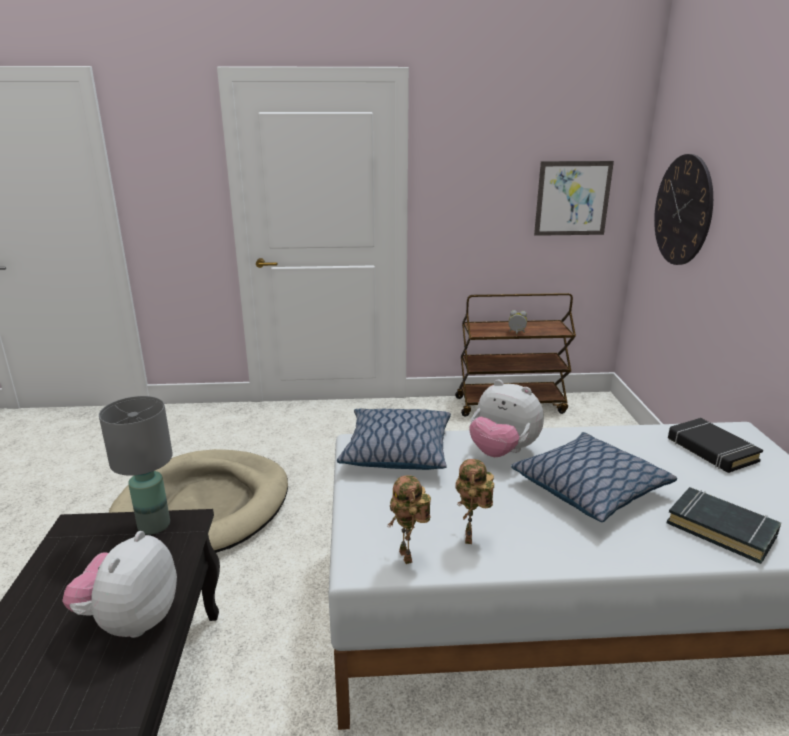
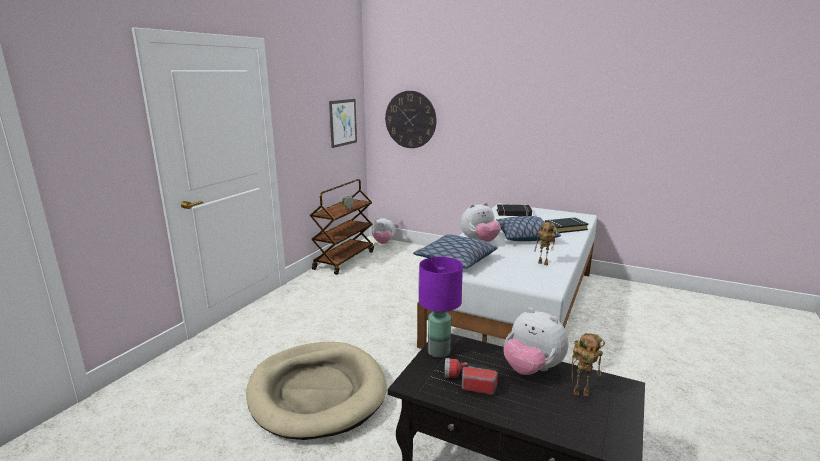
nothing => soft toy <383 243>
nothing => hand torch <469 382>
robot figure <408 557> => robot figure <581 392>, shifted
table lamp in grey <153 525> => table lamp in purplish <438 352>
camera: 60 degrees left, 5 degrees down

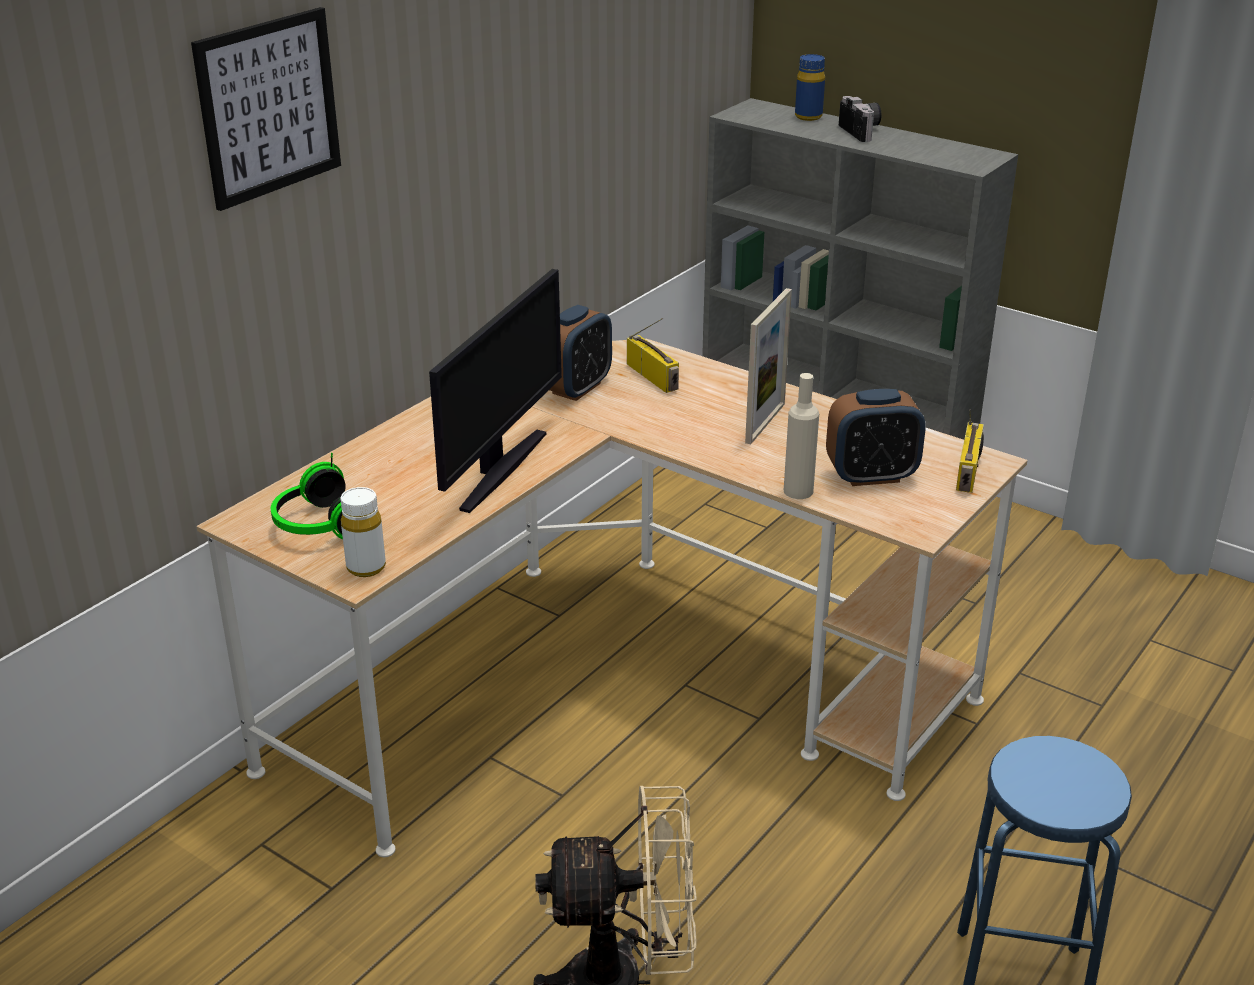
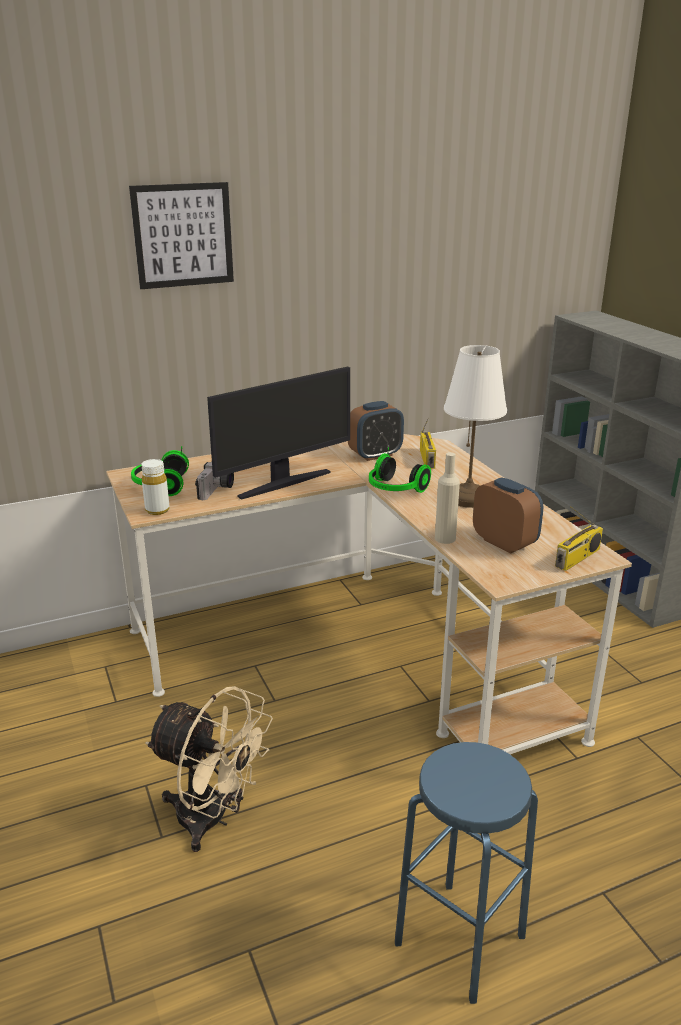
bottle in blue-coloured <808 117> => nothing
nothing => pair of headphones <395 490>
still camera <863 131> => still camera <217 490>, shifted
photo frame <765 423> => table lamp in white-coloured <468 498>
alarm clock <871 476> => alarm clock <504 543>, 150 degrees counterclockwise
camera: 30 degrees right, 5 degrees down

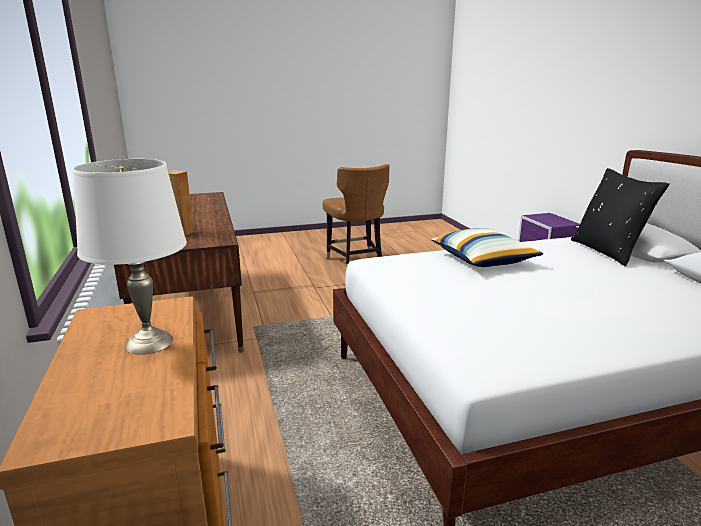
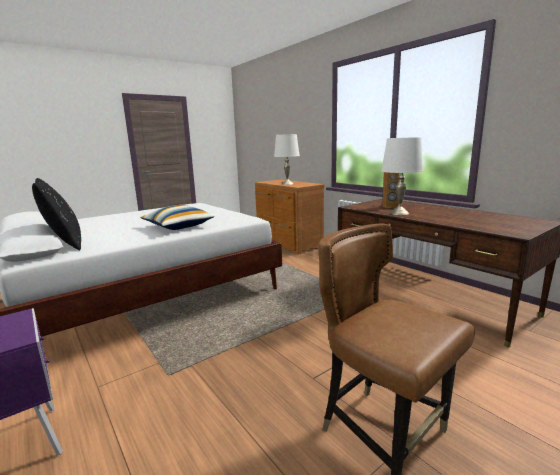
nothing => table lamp in white-coloured <398 213>
camera: 160 degrees right, 5 degrees down

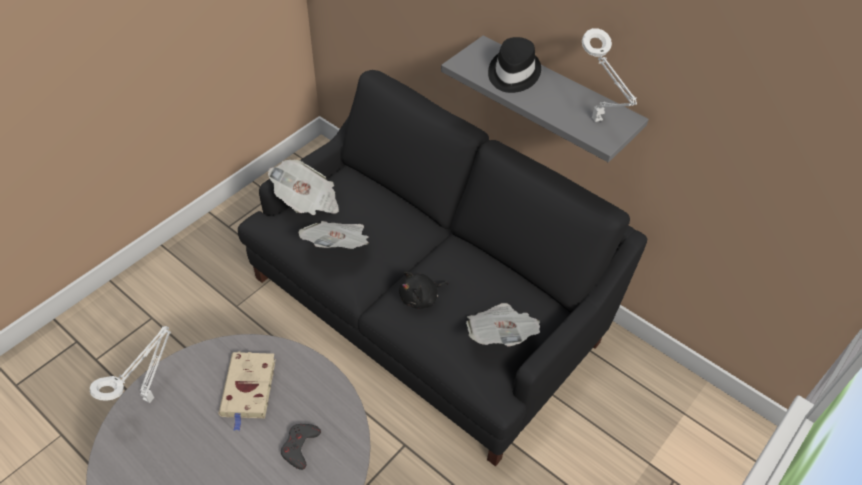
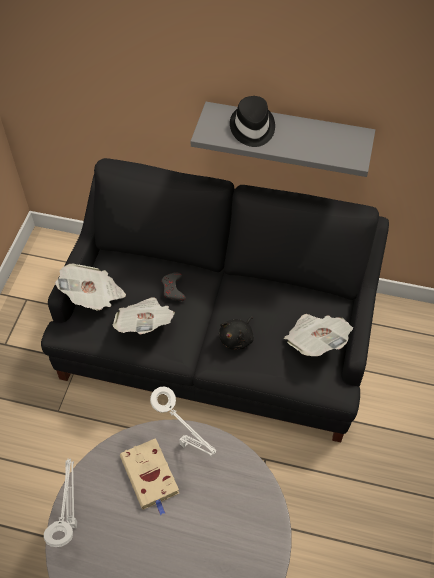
gamepad in grey <300 447> => gamepad in grey <173 289>, shifted
table lamp in white-coloured <598 122> => table lamp in white-coloured <186 446>, shifted
camera: 25 degrees left, 5 degrees up

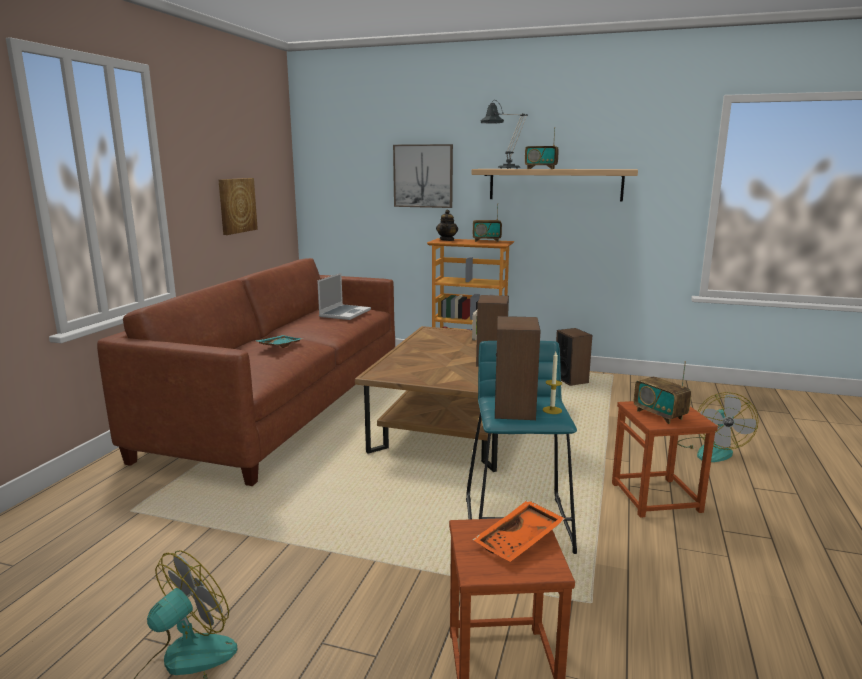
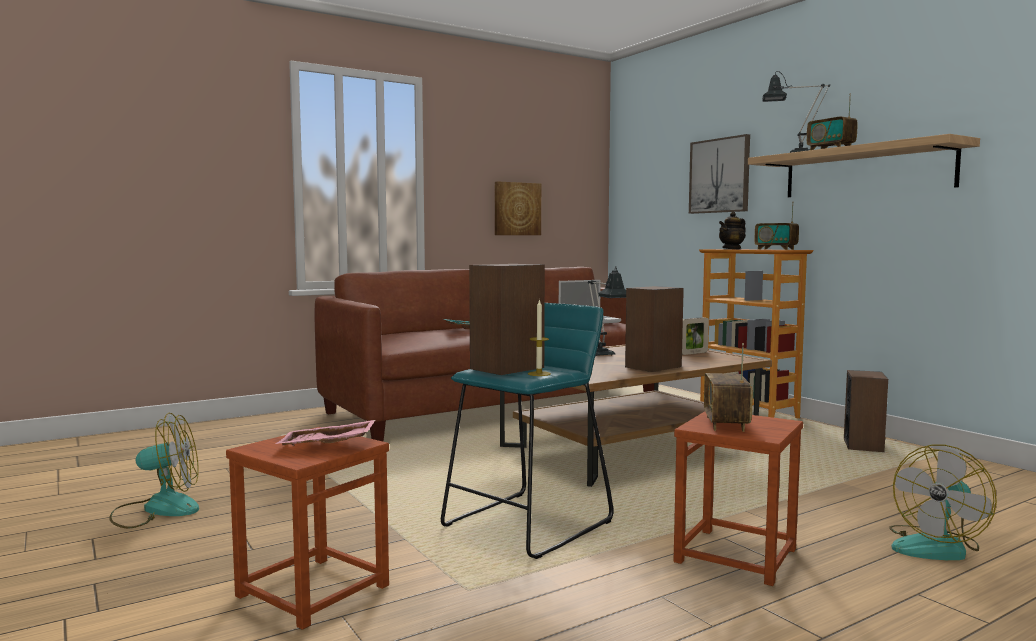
nothing => table lamp <603 355>
carrying tray in orangey <520 541> => carrying tray in pink-coloured <327 445>
camera: 40 degrees right, 10 degrees down

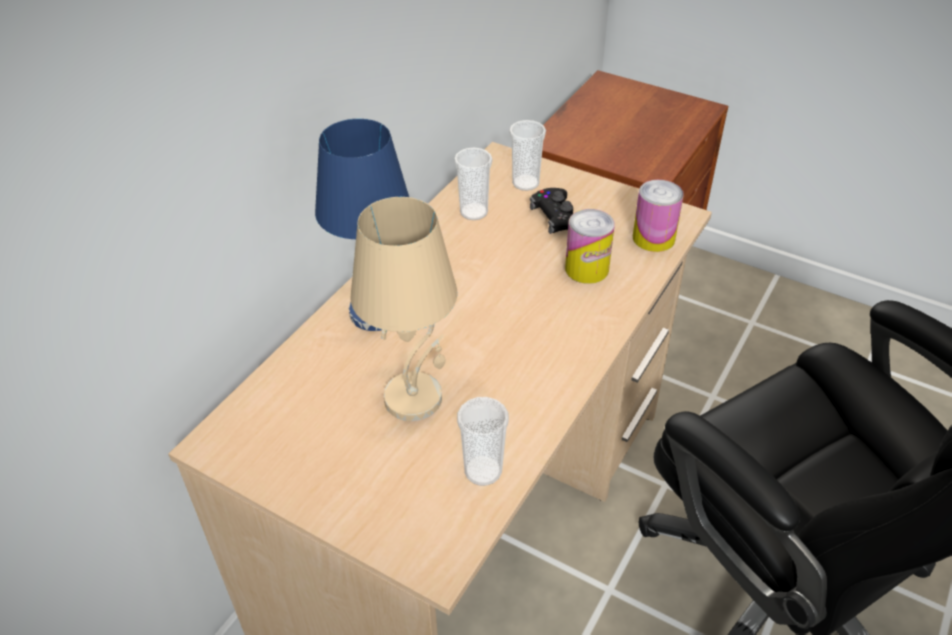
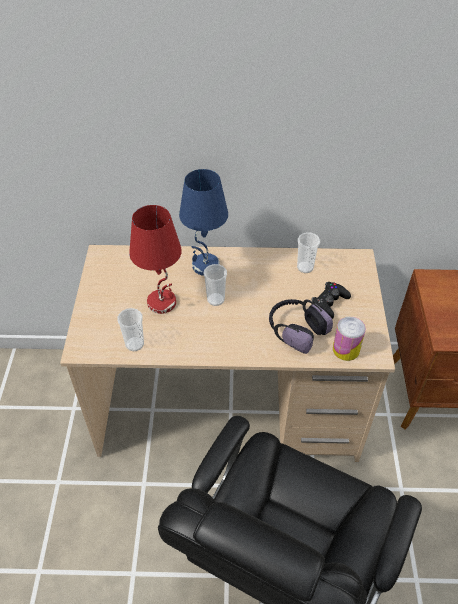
drinking cup <525 183> => drinking cup <216 299>, shifted
metal can <586 269> => pair of headphones <296 330>
table lamp in beige-coloured <414 397> => table lamp in red <162 302>
camera: 60 degrees right, 5 degrees up

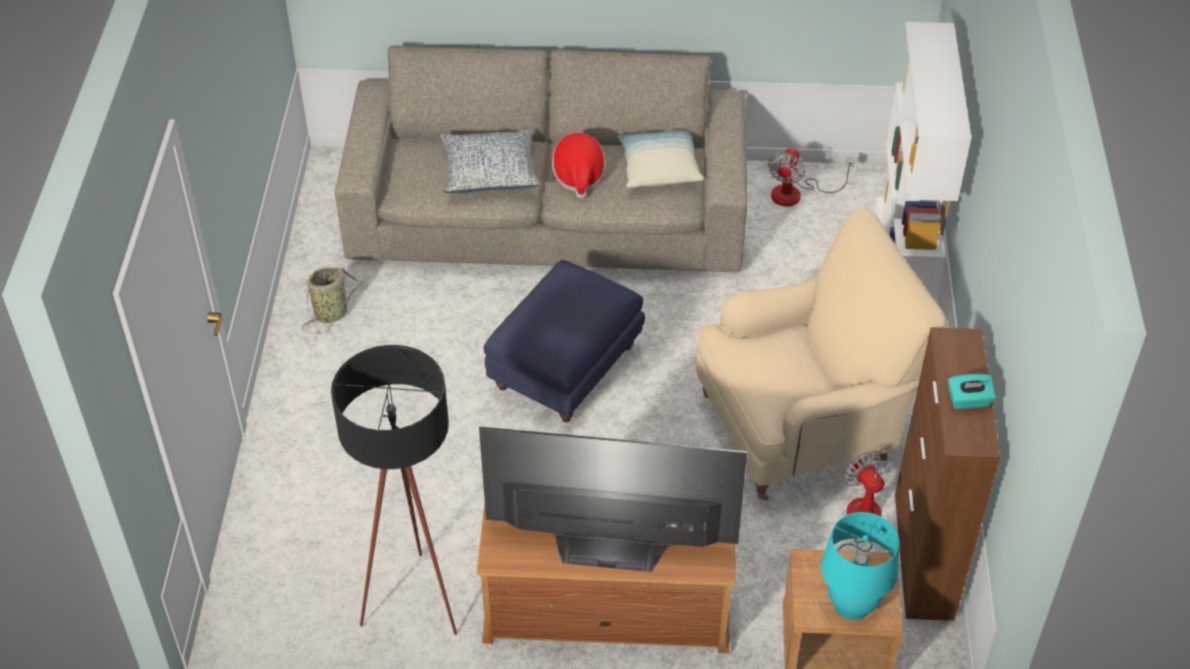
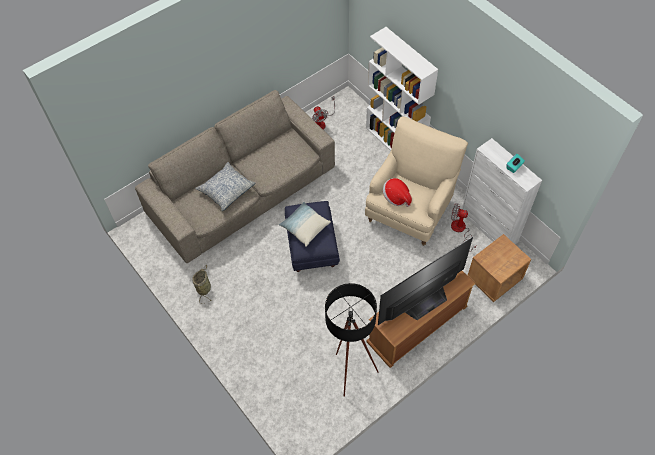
table lamp in blue-green <852 604> => nothing
wearable hat <578 176> => wearable hat <396 197>, shifted
throw pillow <659 168> => throw pillow <305 227>, shifted
storage cabinet in brown-coloured <923 556> => storage cabinet in white-coloured <489 227>
camera: 40 degrees left, 10 degrees up

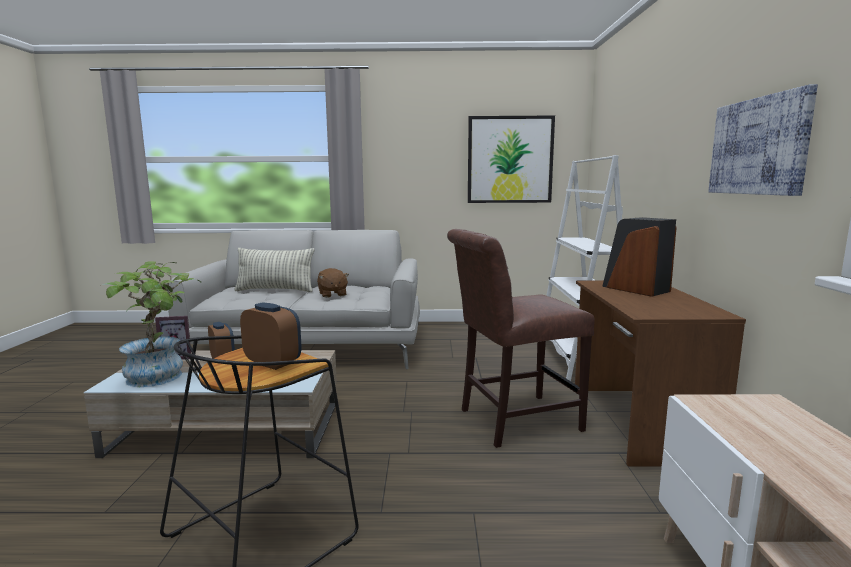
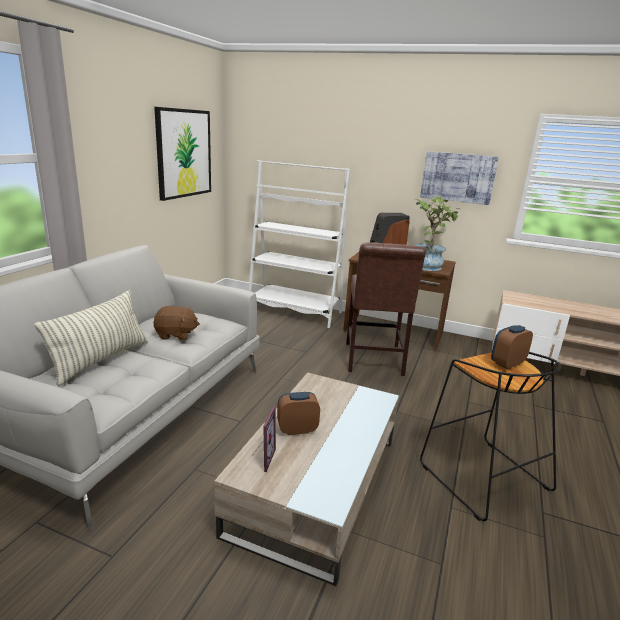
potted plant <161 377> => potted plant <428 265>, shifted
camera: 70 degrees left, 10 degrees up

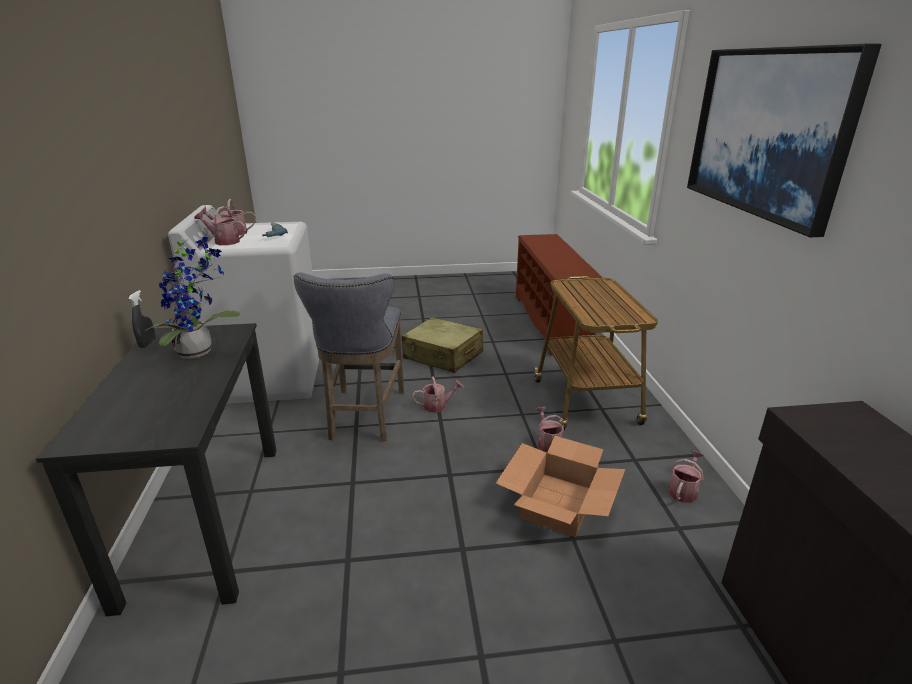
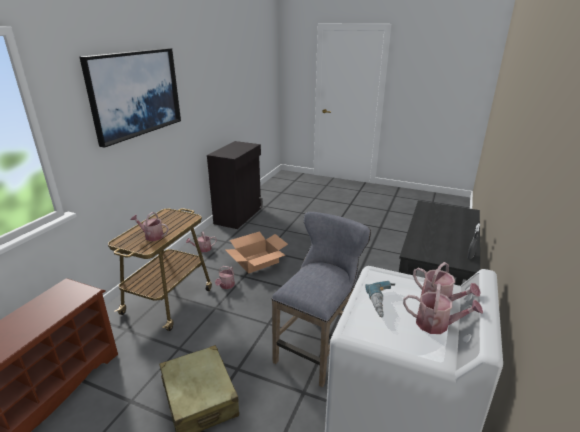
potted plant <200 351> => nothing
watering pot <437 406> => watering pot <152 236>, shifted
camera: 150 degrees left, 0 degrees up

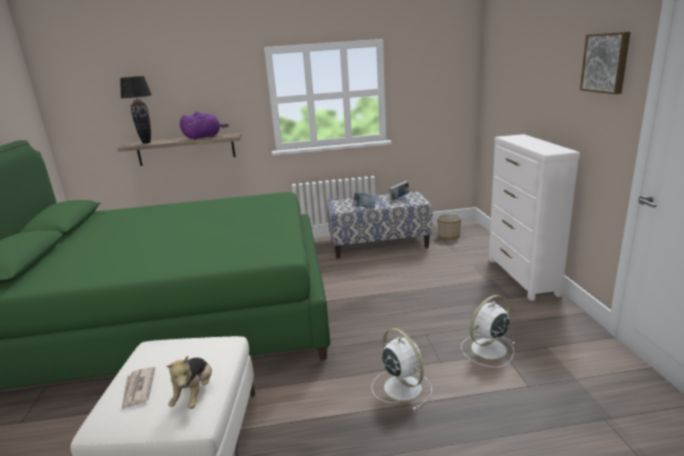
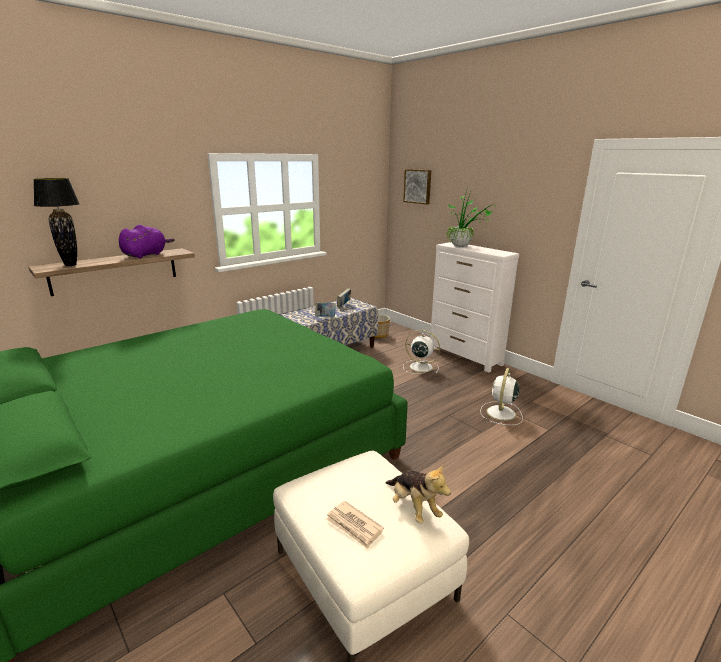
nothing => potted plant <464 247>
fan in white-coloured <401 387> => fan in white-coloured <420 367>, shifted
wall art <606 62> => wall art <418 186>, shifted
camera: 35 degrees left, 0 degrees up

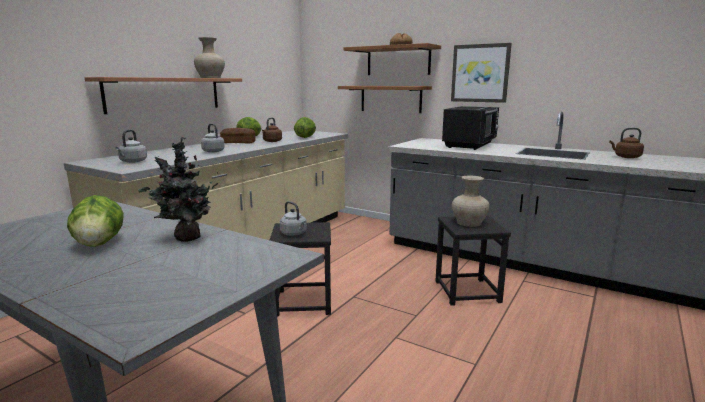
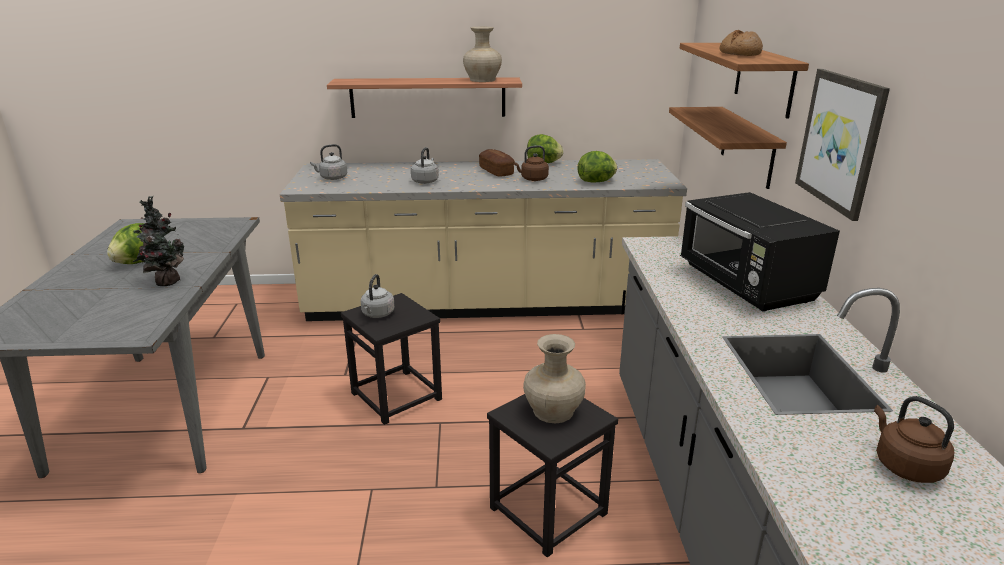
microwave oven in blackish <470 145> => microwave oven in blackish <746 285>, 75 degrees clockwise
camera: 55 degrees right, 10 degrees up

